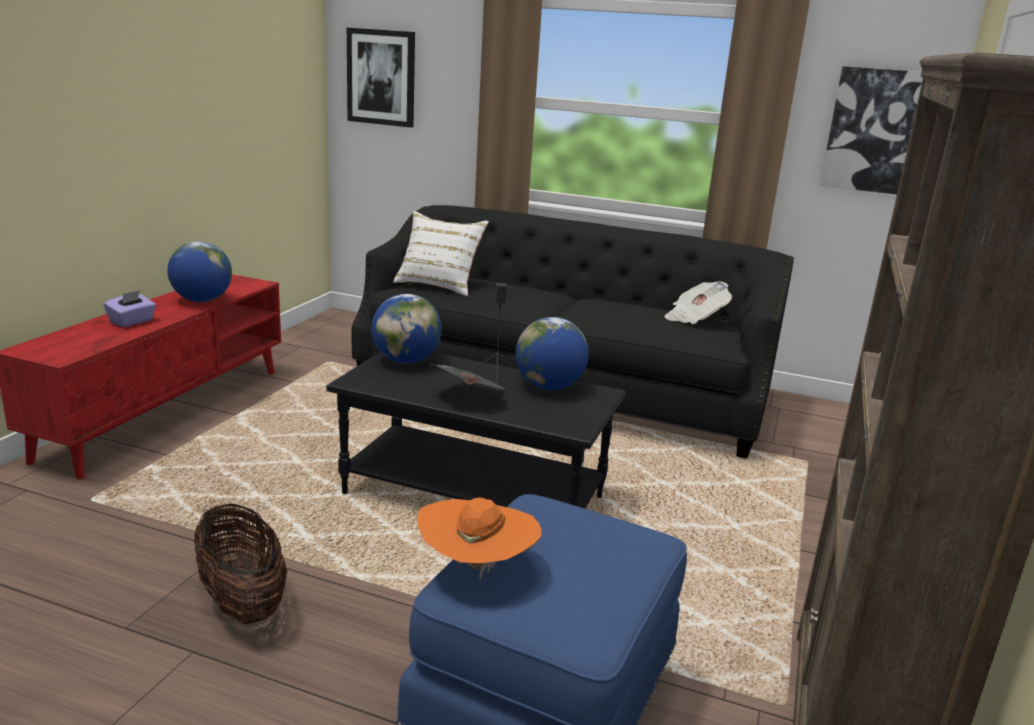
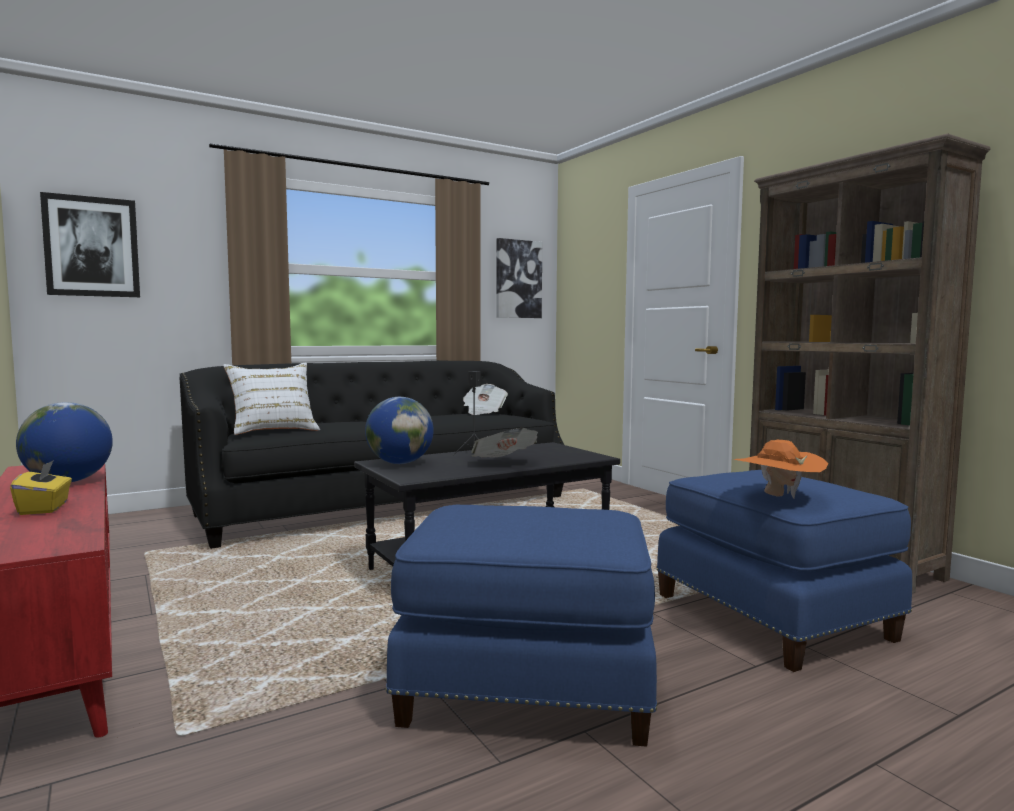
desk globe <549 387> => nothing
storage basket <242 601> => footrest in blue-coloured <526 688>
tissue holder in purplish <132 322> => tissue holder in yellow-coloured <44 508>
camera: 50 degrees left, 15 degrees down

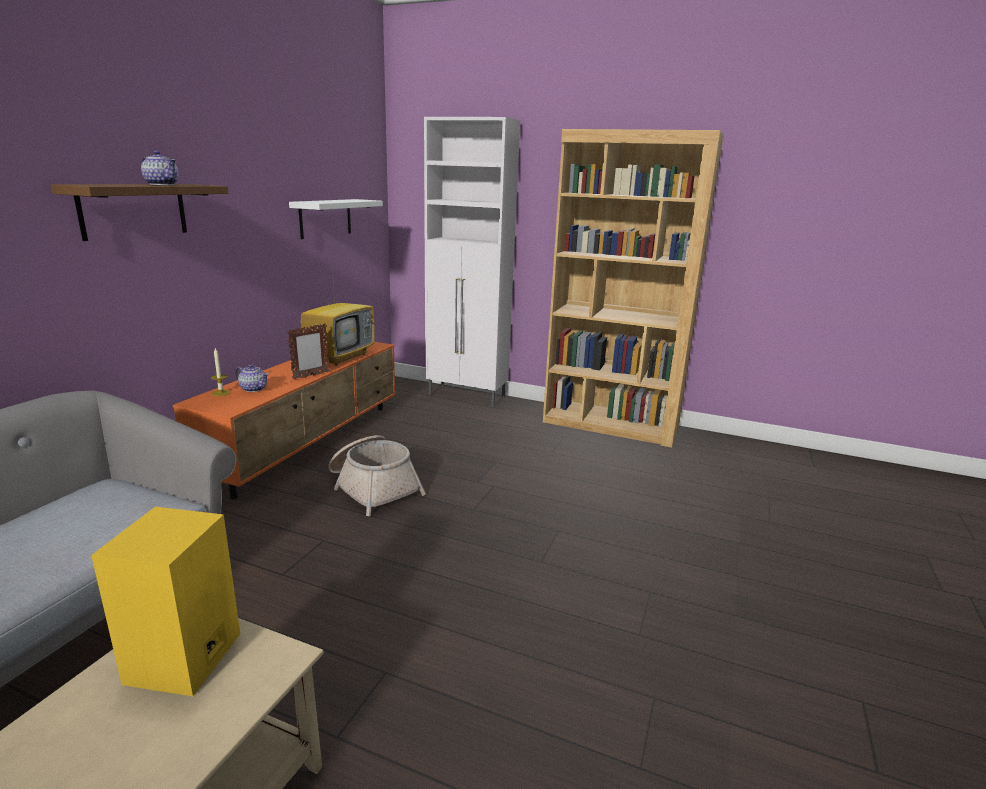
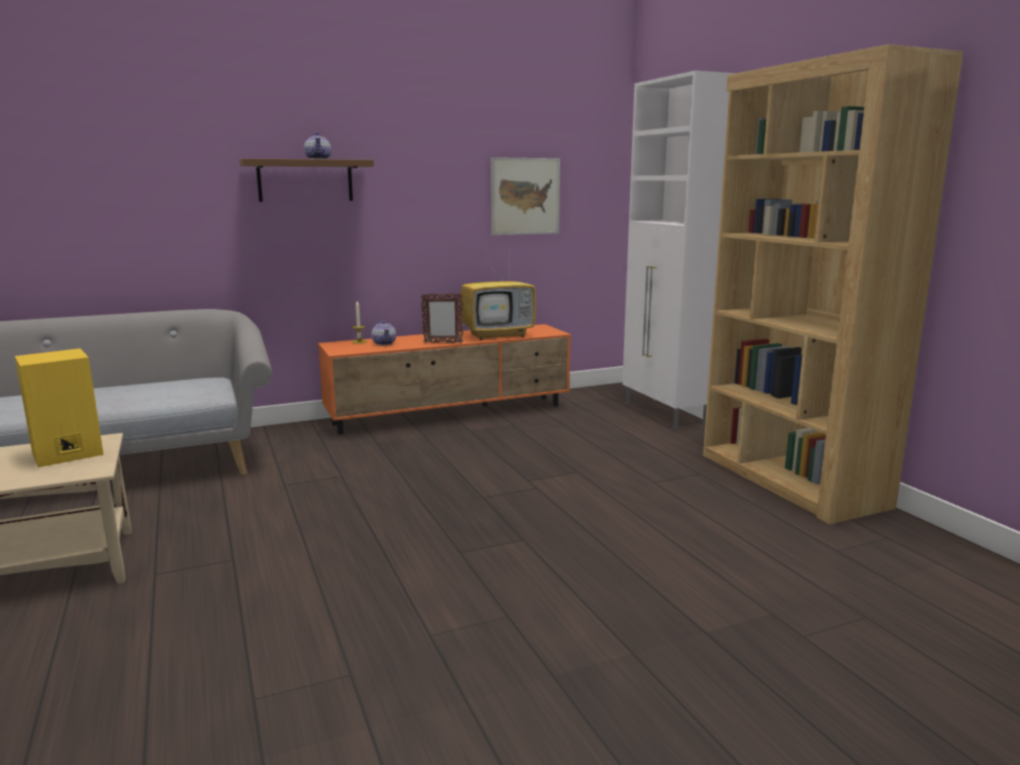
storage basket <373 487> => nothing
bracket shelf in white-coloured <325 218> => wall art <525 196>
camera: 45 degrees right, 5 degrees down

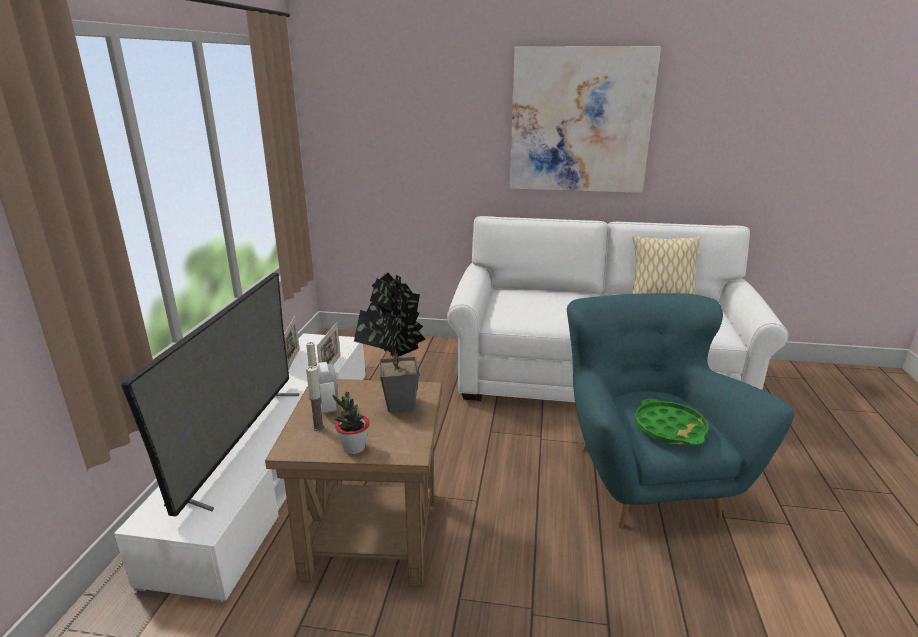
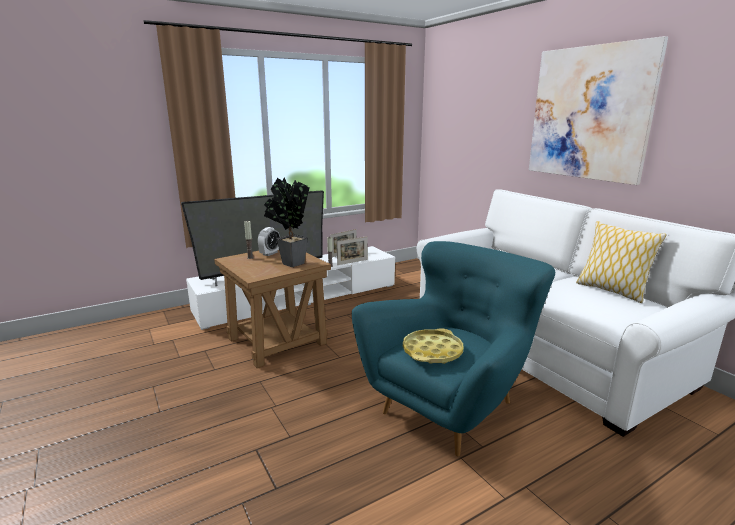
potted plant <354 448> => nothing
carrying tray in green <669 428> => carrying tray in yellow-coloured <432 351>
camera: 50 degrees right, 5 degrees down

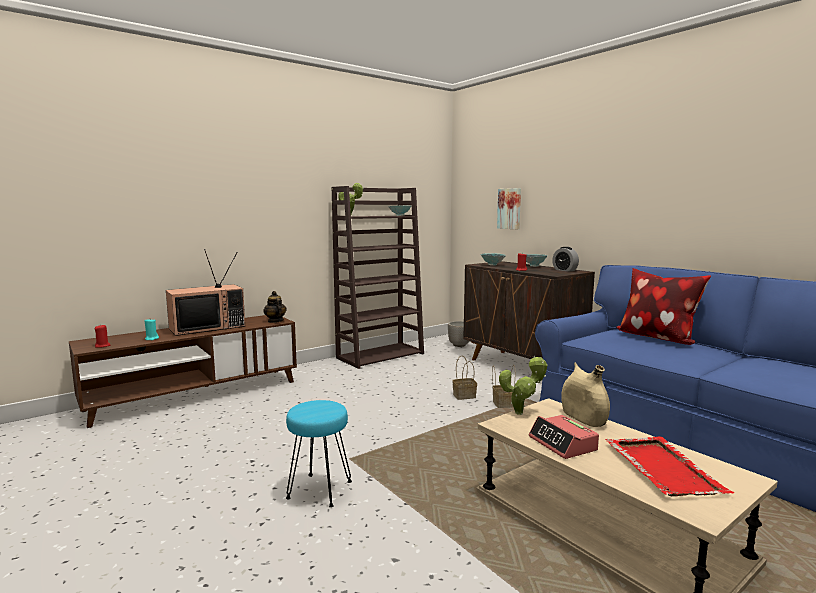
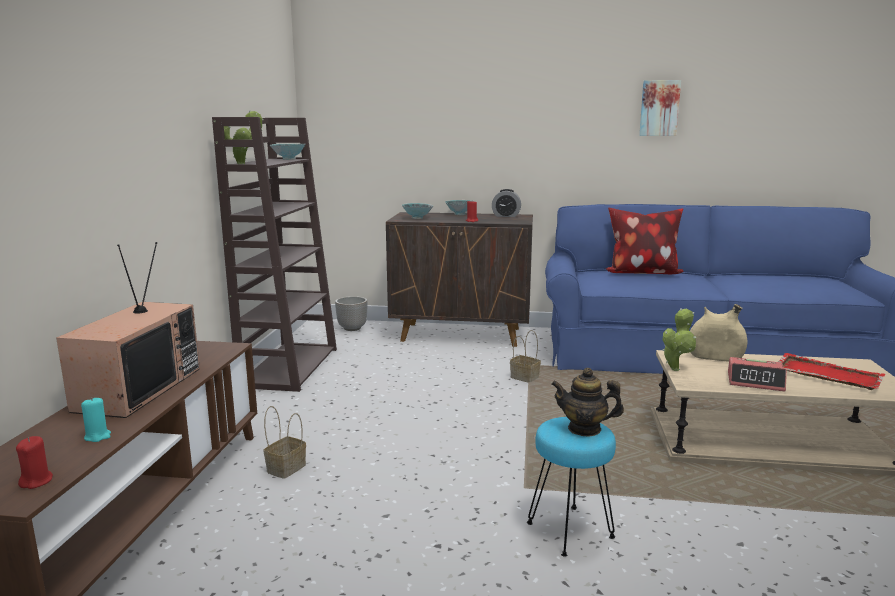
pot for tea <275 321> => pot for tea <584 429>, shifted
storage basket <465 396> => storage basket <286 467>, shifted
wall art <510 208> => wall art <659 108>, shifted
camera: 45 degrees left, 5 degrees up

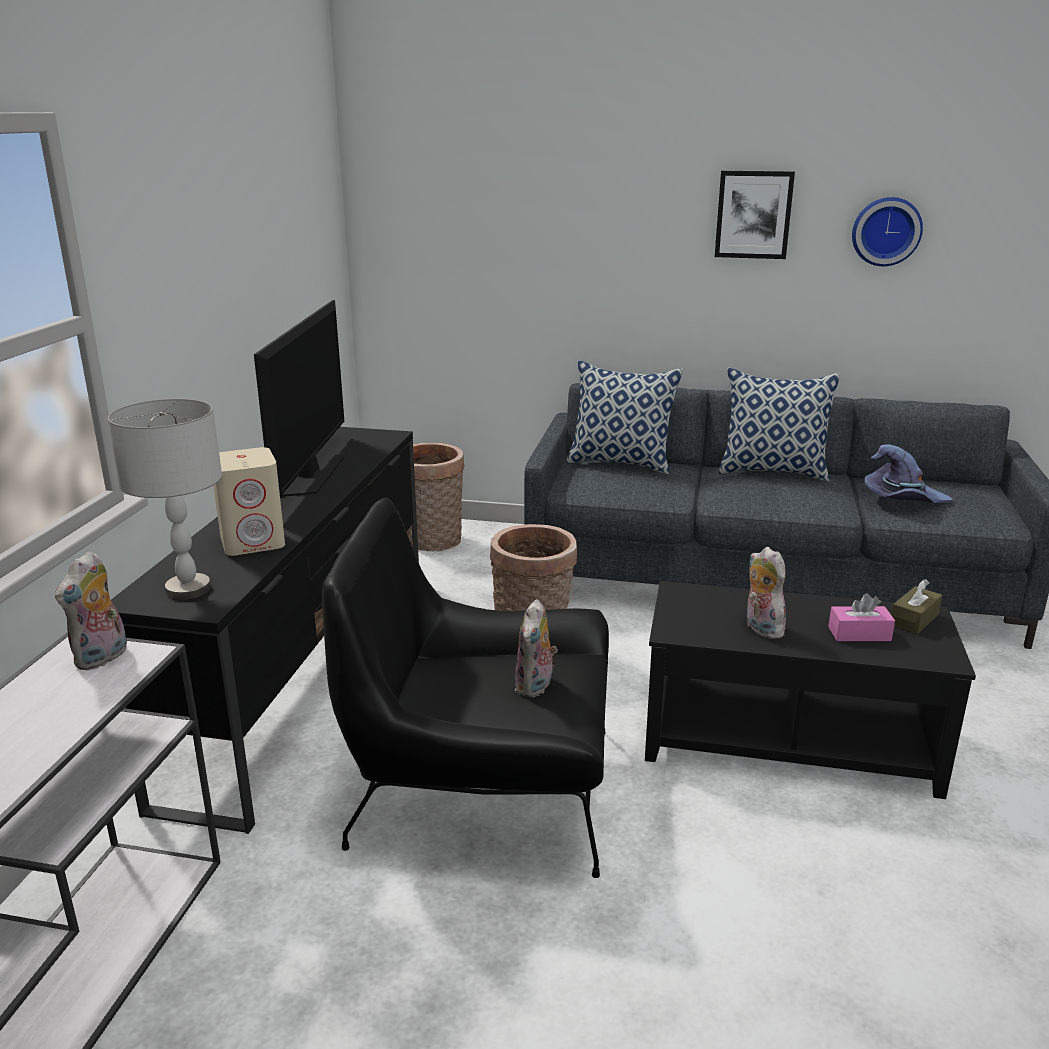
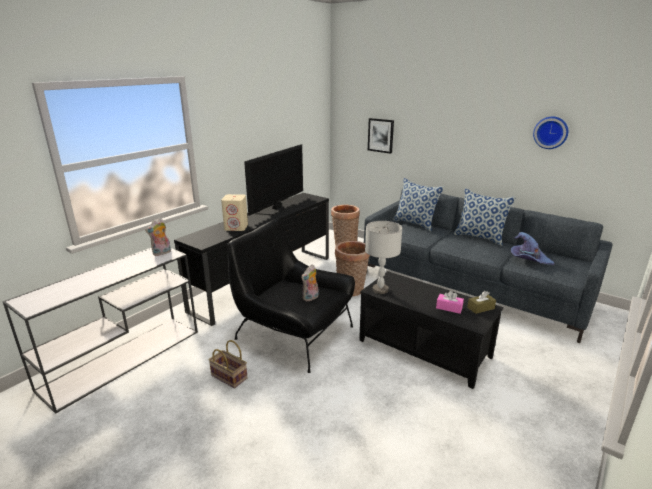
soft toy <760 628> => nothing
nothing => storage basket <228 377>
table lamp in grey <188 589> => table lamp in grey <380 289>, shifted
wall art <753 214> => wall art <380 135>, shifted
camera: 25 degrees right, 0 degrees up

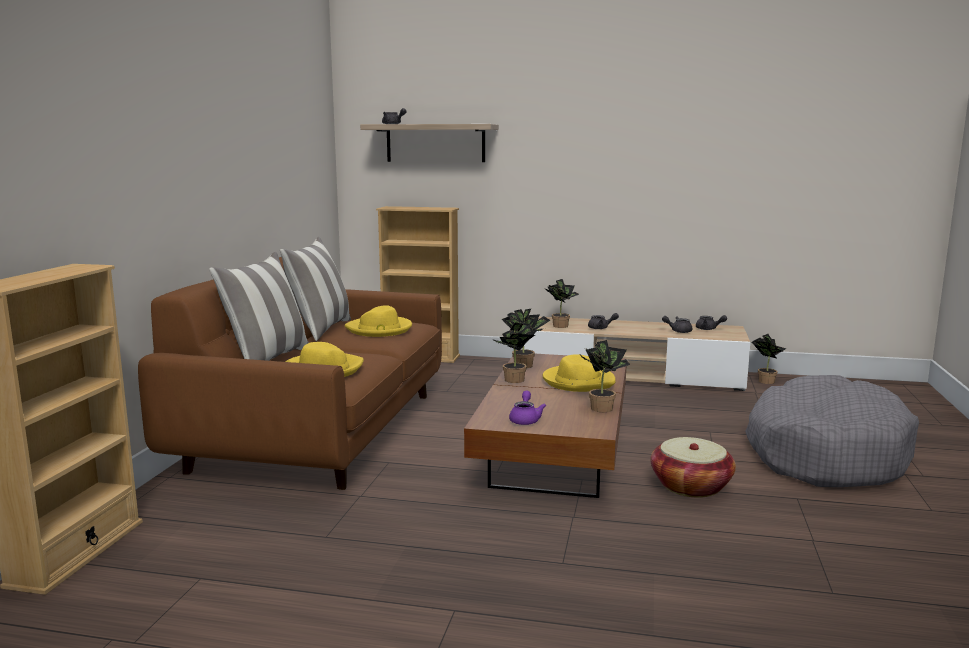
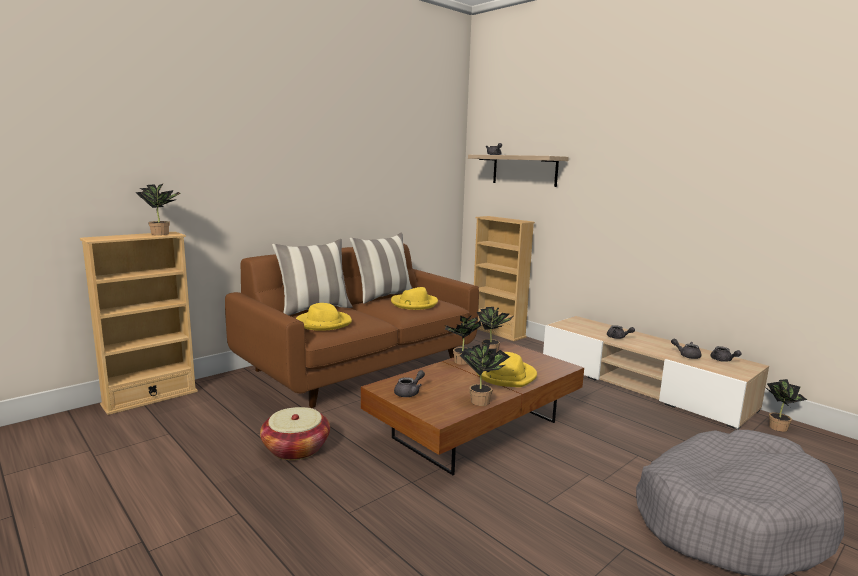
potted plant <560 325> => potted plant <162 233>, shifted
storage basket <690 486> => storage basket <296 448>, shifted
pot for tea in purplish <525 419> => pot for tea in grey <409 393>
camera: 35 degrees right, 0 degrees up

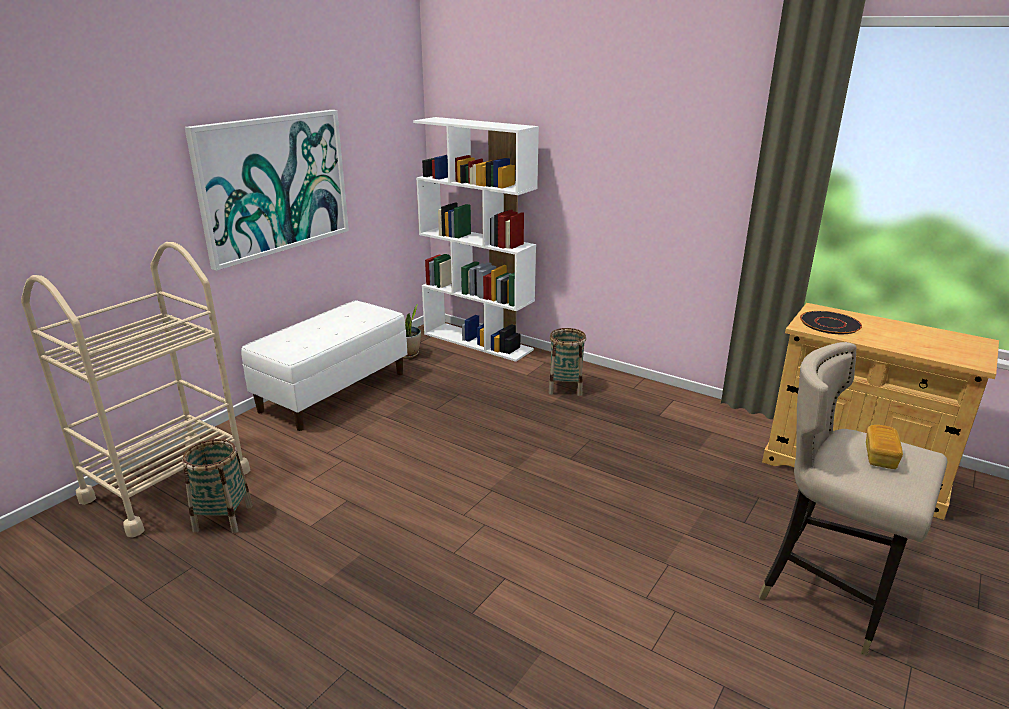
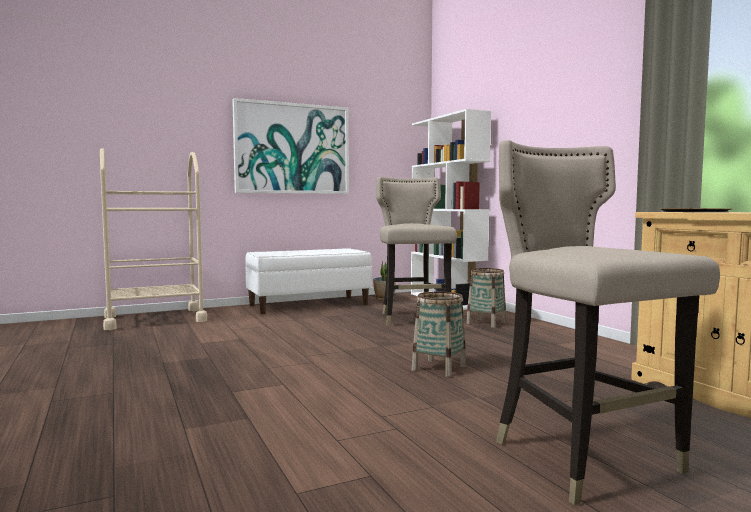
bread <880 457> => nothing
nothing => sitting stool in beige-coloured <413 319>
storage basket <223 518> => storage basket <439 368>, shifted
camera: 30 degrees right, 20 degrees down

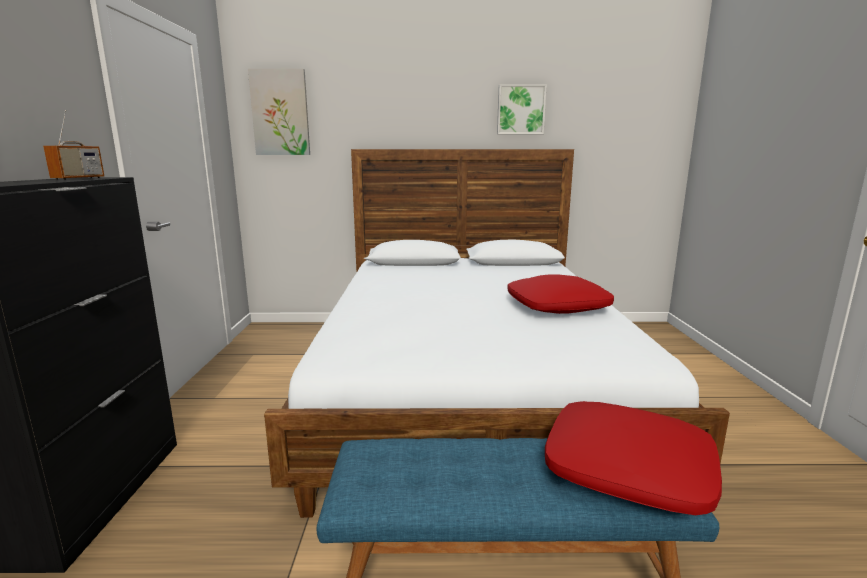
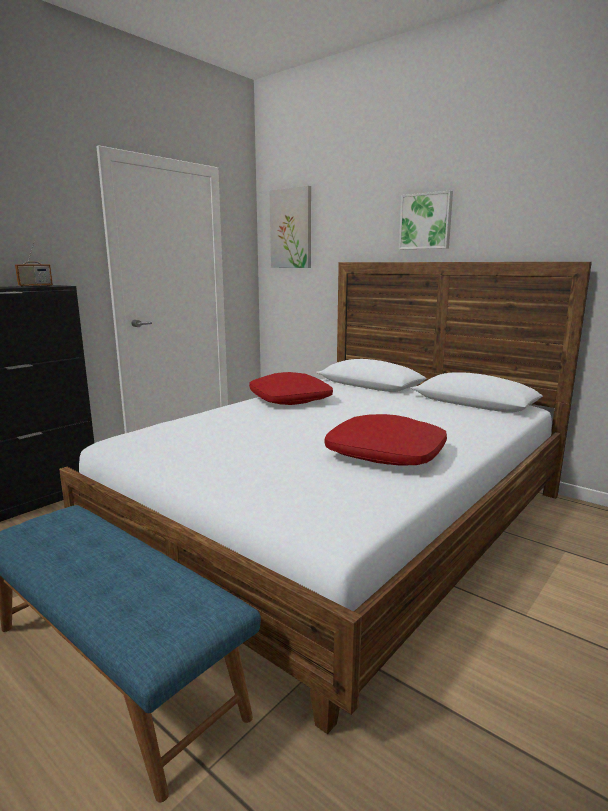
wall art <520 110> => wall art <426 221>, shifted
throw pillow in red <628 469> => throw pillow in red <290 399>, shifted
camera: 40 degrees right, 0 degrees up

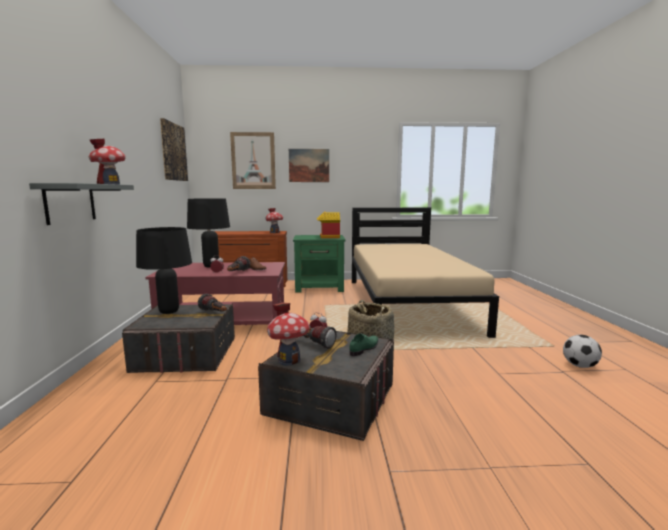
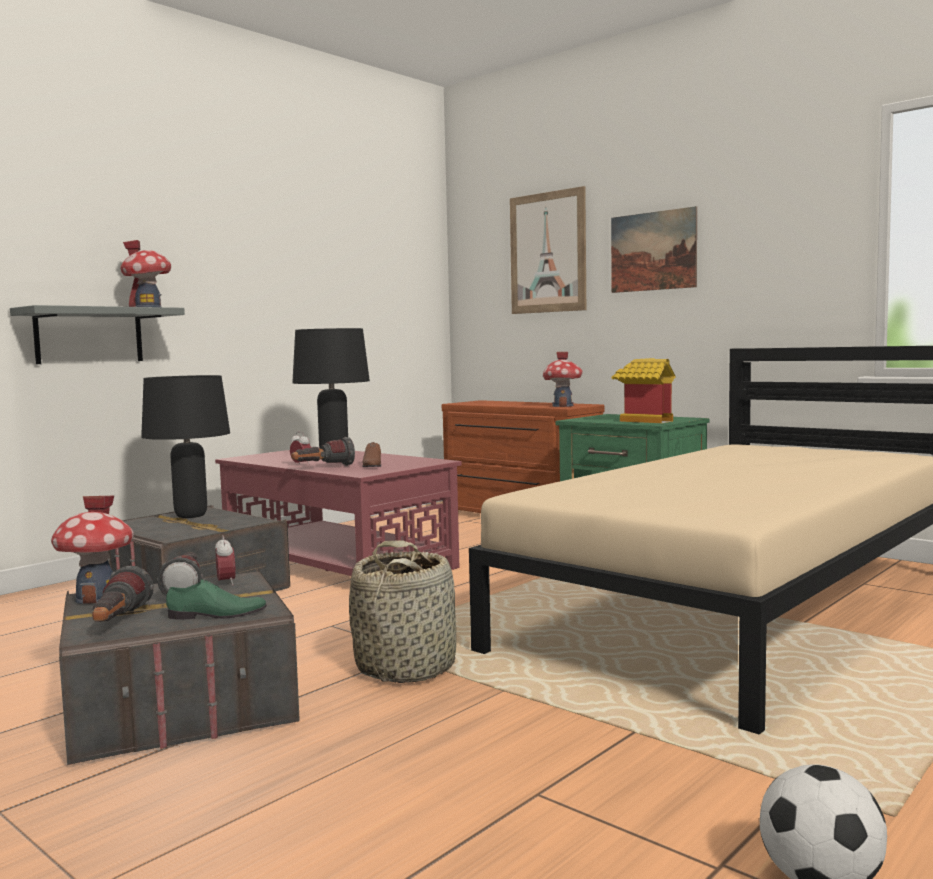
wall art <173 152> => nothing
hand torch <214 313> => hand torch <118 623>, shifted
camera: 45 degrees right, 5 degrees down

